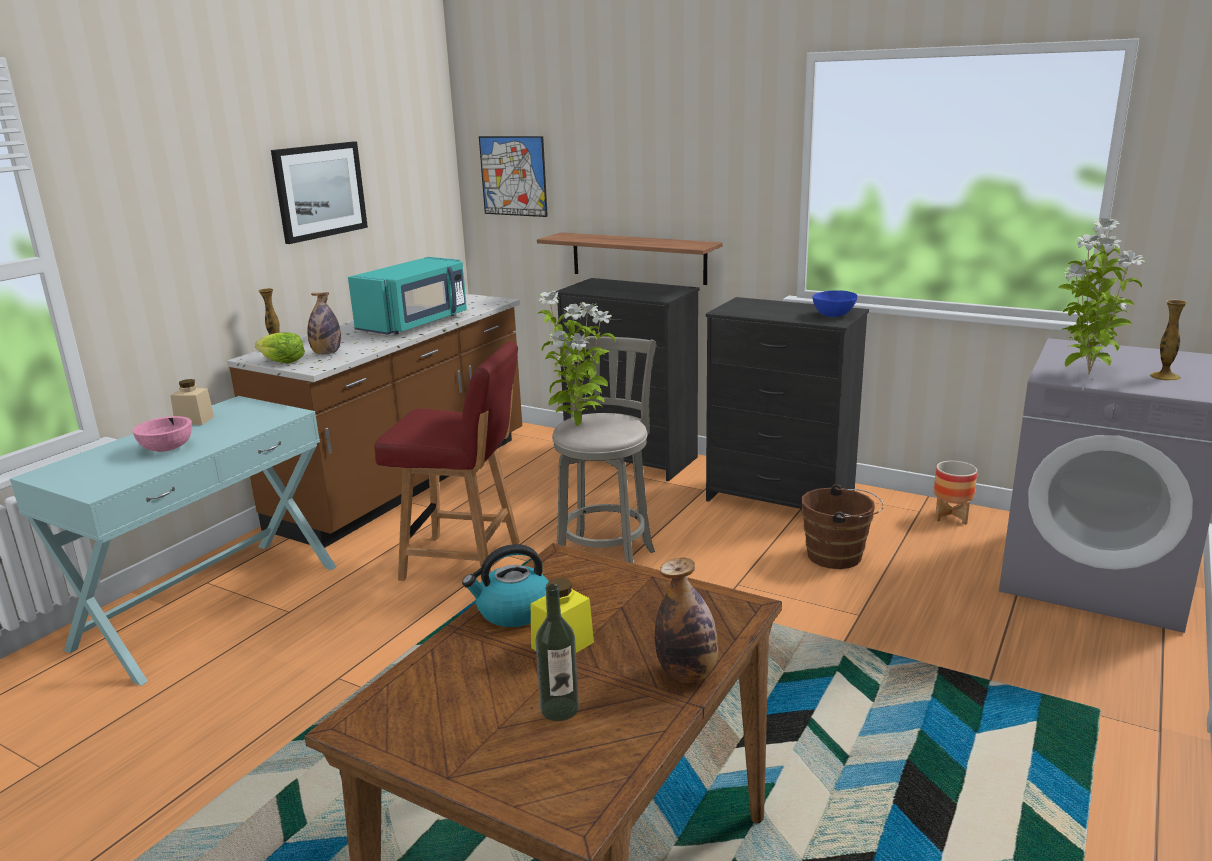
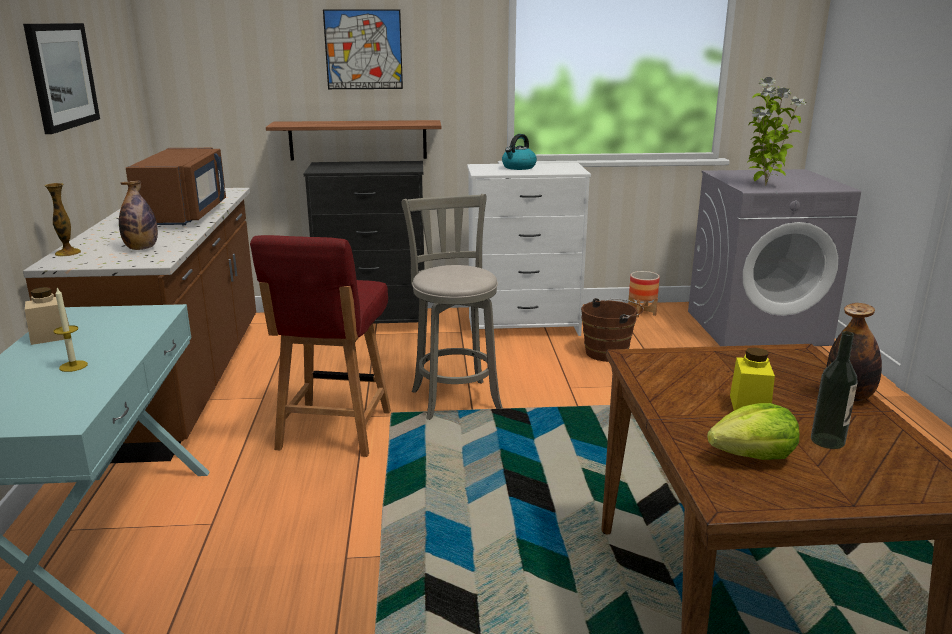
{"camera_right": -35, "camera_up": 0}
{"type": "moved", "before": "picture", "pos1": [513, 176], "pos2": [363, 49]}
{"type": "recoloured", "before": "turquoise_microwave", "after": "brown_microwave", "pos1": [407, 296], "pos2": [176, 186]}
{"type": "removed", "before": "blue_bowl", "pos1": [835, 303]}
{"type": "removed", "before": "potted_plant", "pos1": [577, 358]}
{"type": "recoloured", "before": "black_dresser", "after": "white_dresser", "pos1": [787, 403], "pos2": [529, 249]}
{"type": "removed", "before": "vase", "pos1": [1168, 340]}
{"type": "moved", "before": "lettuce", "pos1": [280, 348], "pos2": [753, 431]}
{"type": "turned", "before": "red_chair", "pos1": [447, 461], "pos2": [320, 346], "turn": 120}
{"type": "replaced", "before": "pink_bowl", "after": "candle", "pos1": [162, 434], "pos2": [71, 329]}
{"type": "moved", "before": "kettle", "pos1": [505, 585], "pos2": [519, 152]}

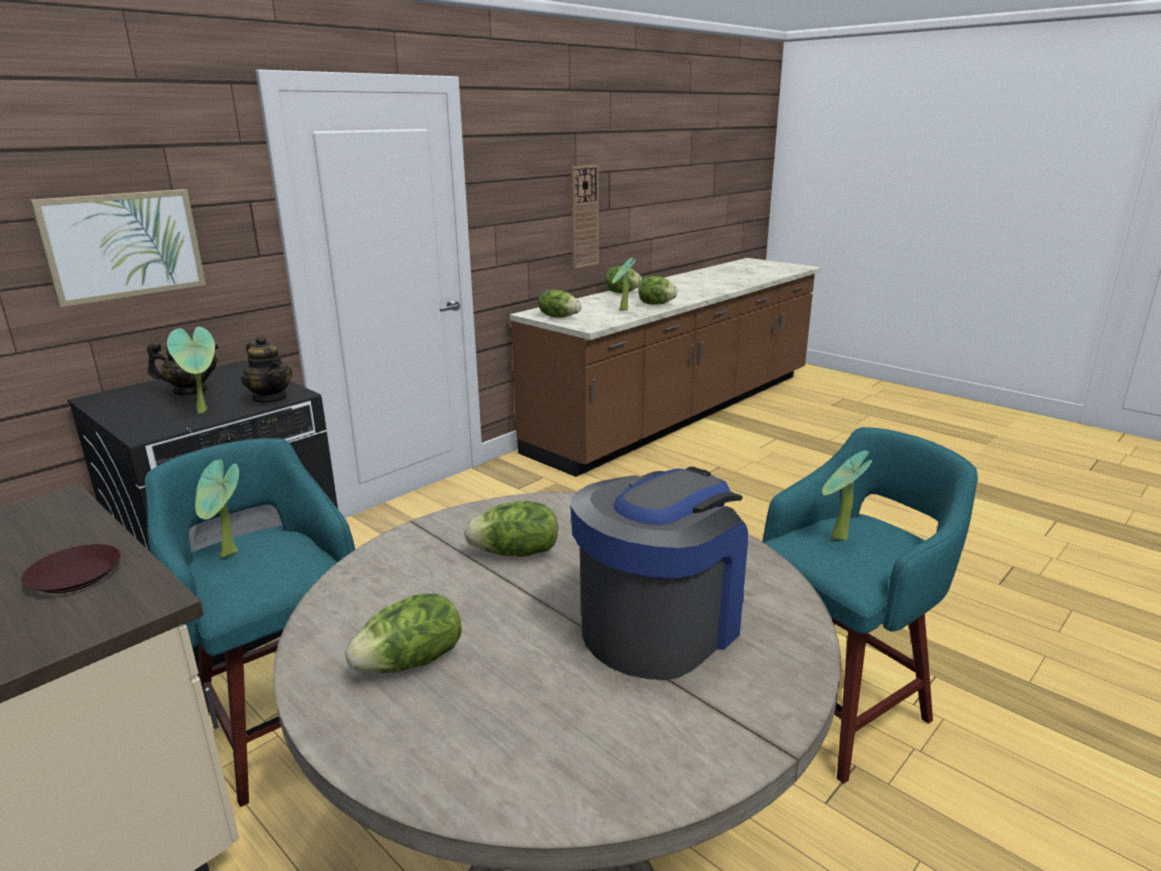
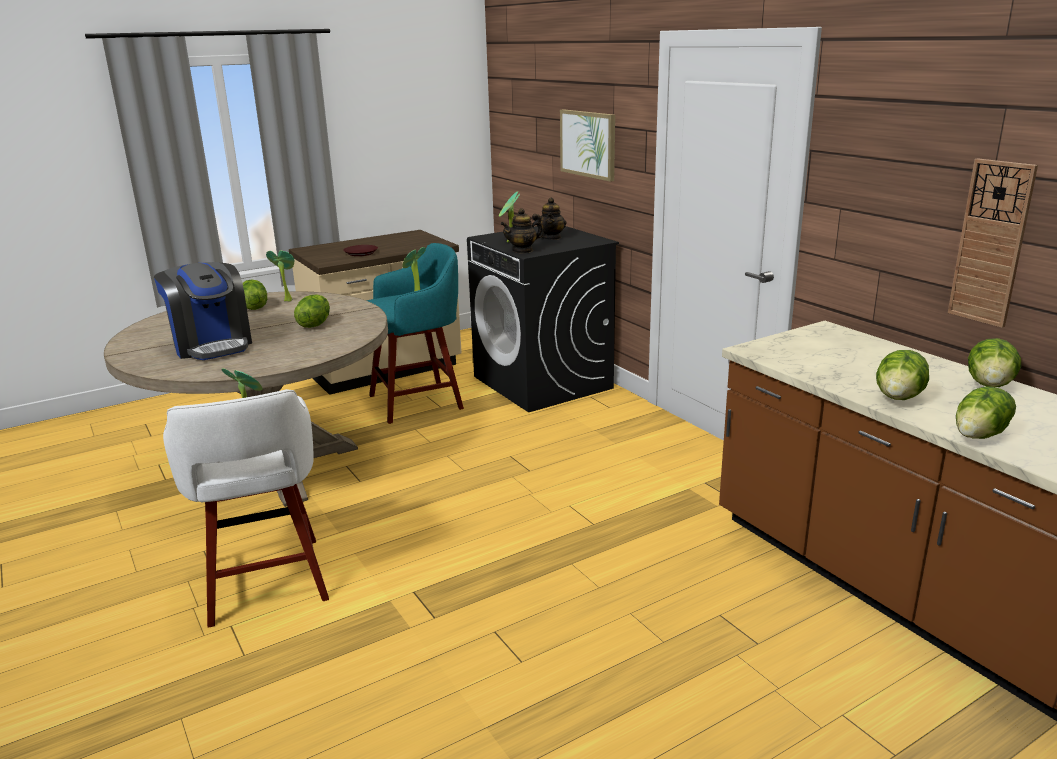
{"camera_right": 105, "camera_up": 0}
{"type": "moved", "before": "potted_plant", "pos1": [624, 283], "pos2": [280, 276]}
{"type": "moved", "before": "lettuce", "pos1": [559, 304], "pos2": [986, 412]}
{"type": "recoloured", "before": "turquoise_stool", "after": "white_stool", "pos1": [870, 605], "pos2": [246, 508]}

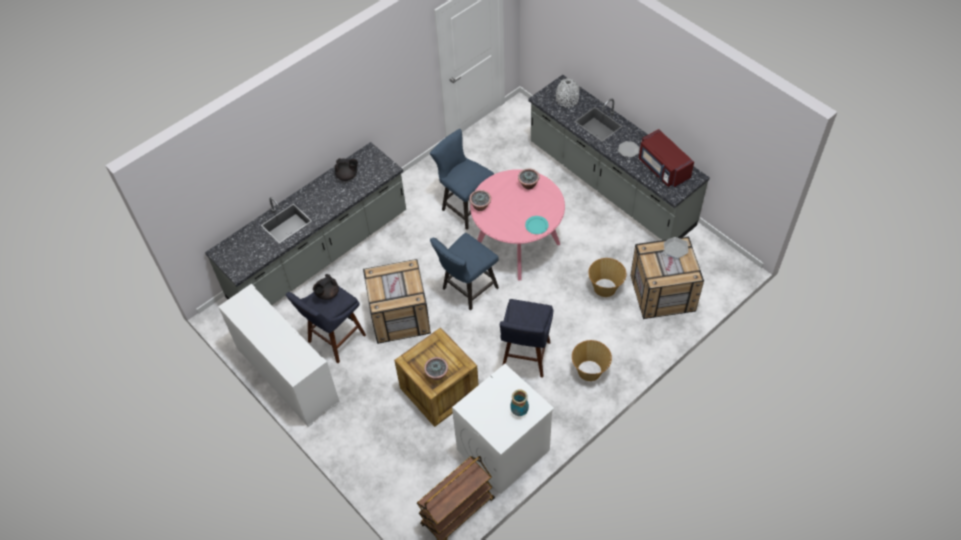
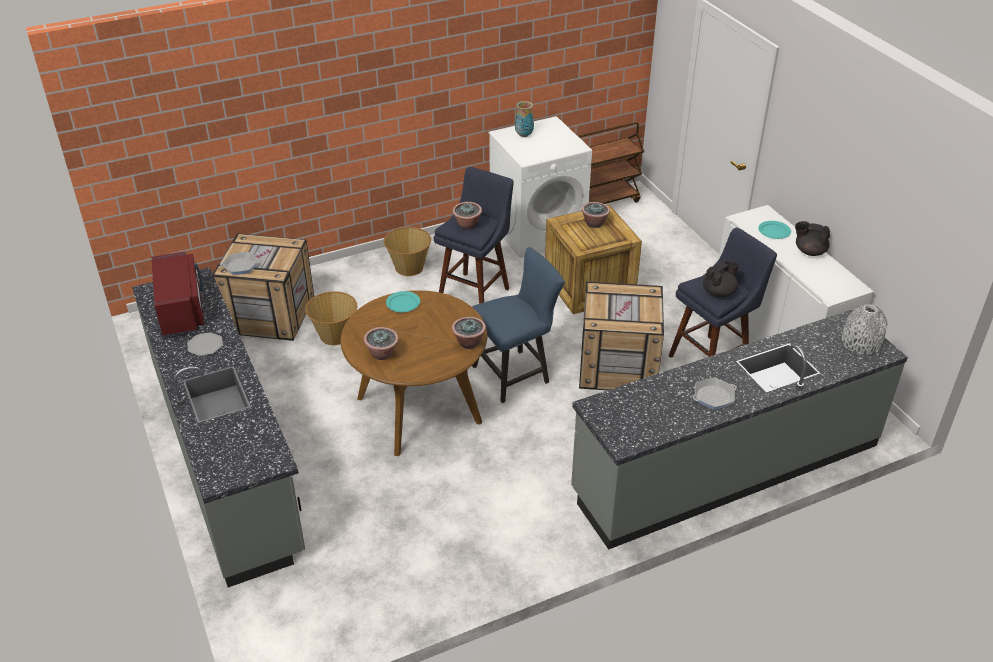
{"camera_right": -165, "camera_up": -15}
{"type": "moved", "before": "grey_vase", "pos1": [568, 93], "pos2": [865, 329]}
{"type": "removed", "before": "blue_chair", "pos1": [462, 179]}
{"type": "moved", "before": "black_teapot", "pos1": [346, 169], "pos2": [812, 238]}
{"type": "recoloured", "before": "pink_dining_table", "after": "brown_dining_table", "pos1": [517, 224], "pos2": [414, 373]}
{"type": "added", "after": "potted_plant", "pos2": [467, 215]}
{"type": "added", "after": "turquoise_plate", "pos2": [774, 230]}
{"type": "added", "after": "frying_pan", "pos2": [715, 393]}

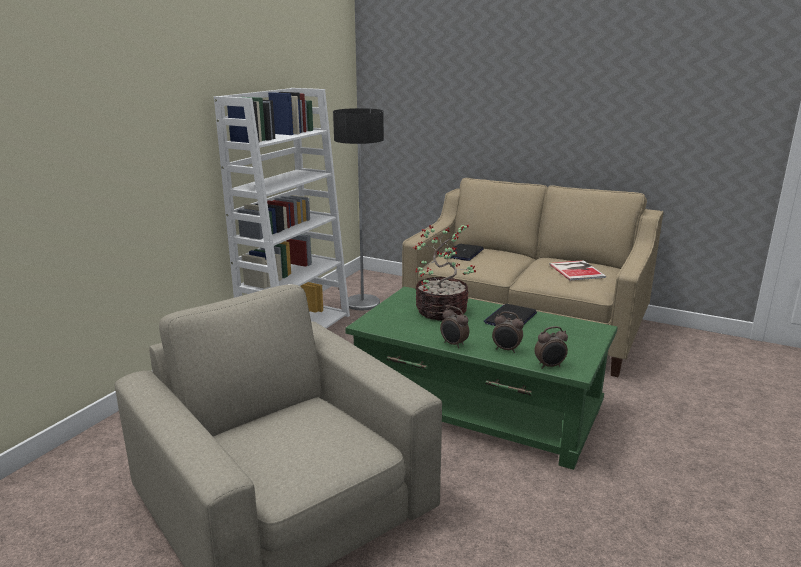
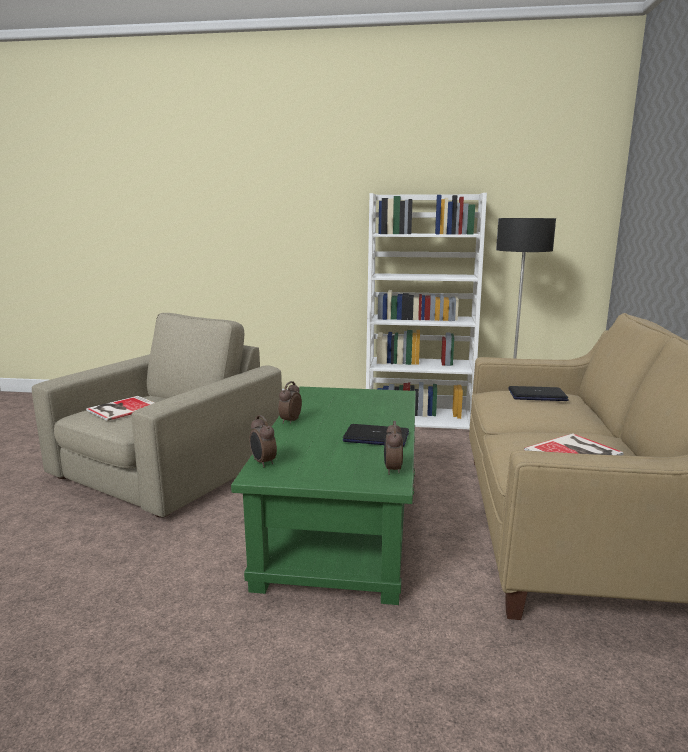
{"camera_right": 70, "camera_up": -5}
{"type": "removed", "before": "potted_plant", "pos1": [444, 273]}
{"type": "moved", "before": "alarm_clock", "pos1": [508, 332], "pos2": [393, 448]}
{"type": "added", "after": "book", "pos2": [120, 408]}

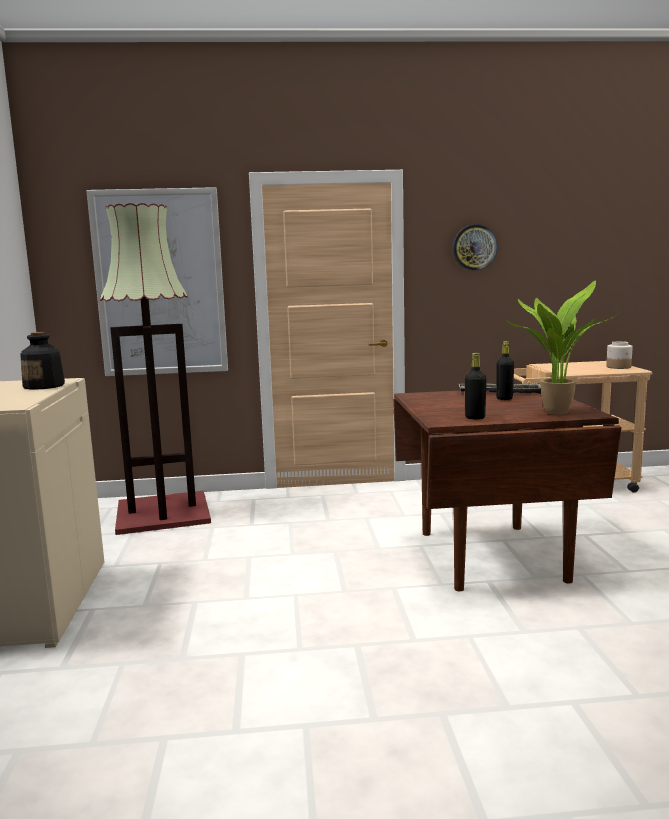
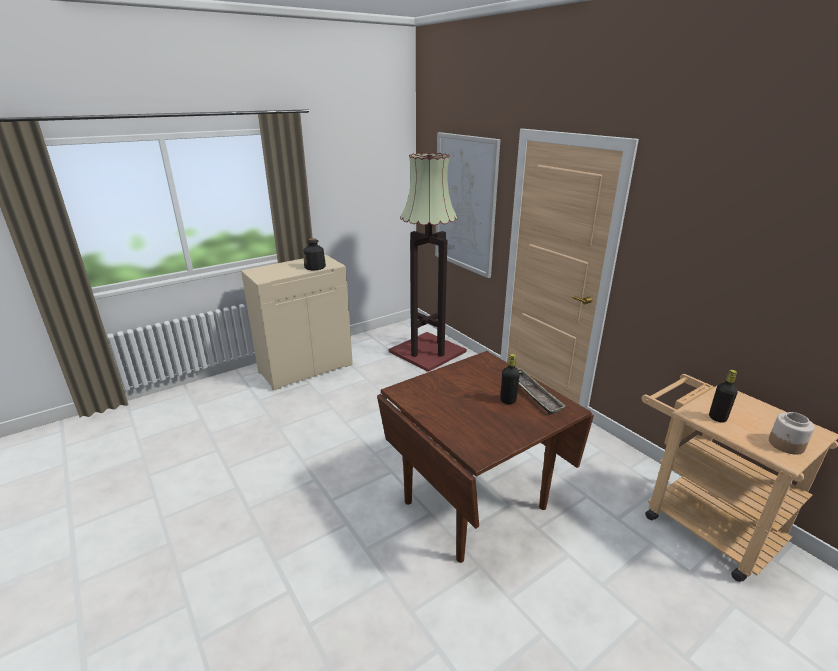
{"camera_right": 60, "camera_up": 15}
{"type": "removed", "before": "wall_clock", "pos1": [475, 247]}
{"type": "removed", "before": "potted_plant", "pos1": [560, 348]}
{"type": "moved", "before": "black_bottle", "pos1": [476, 386], "pos2": [723, 396]}

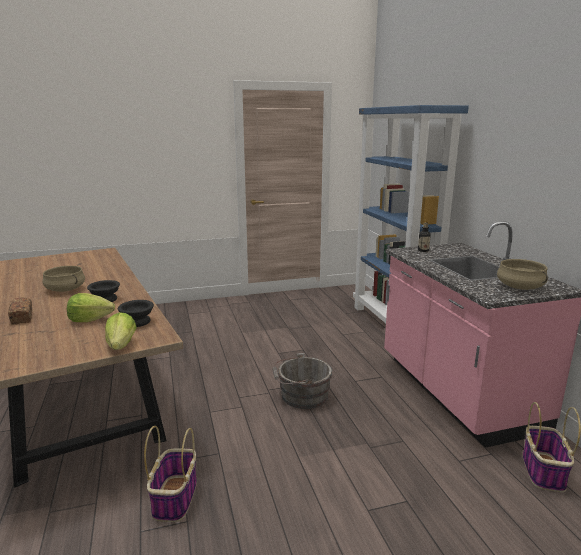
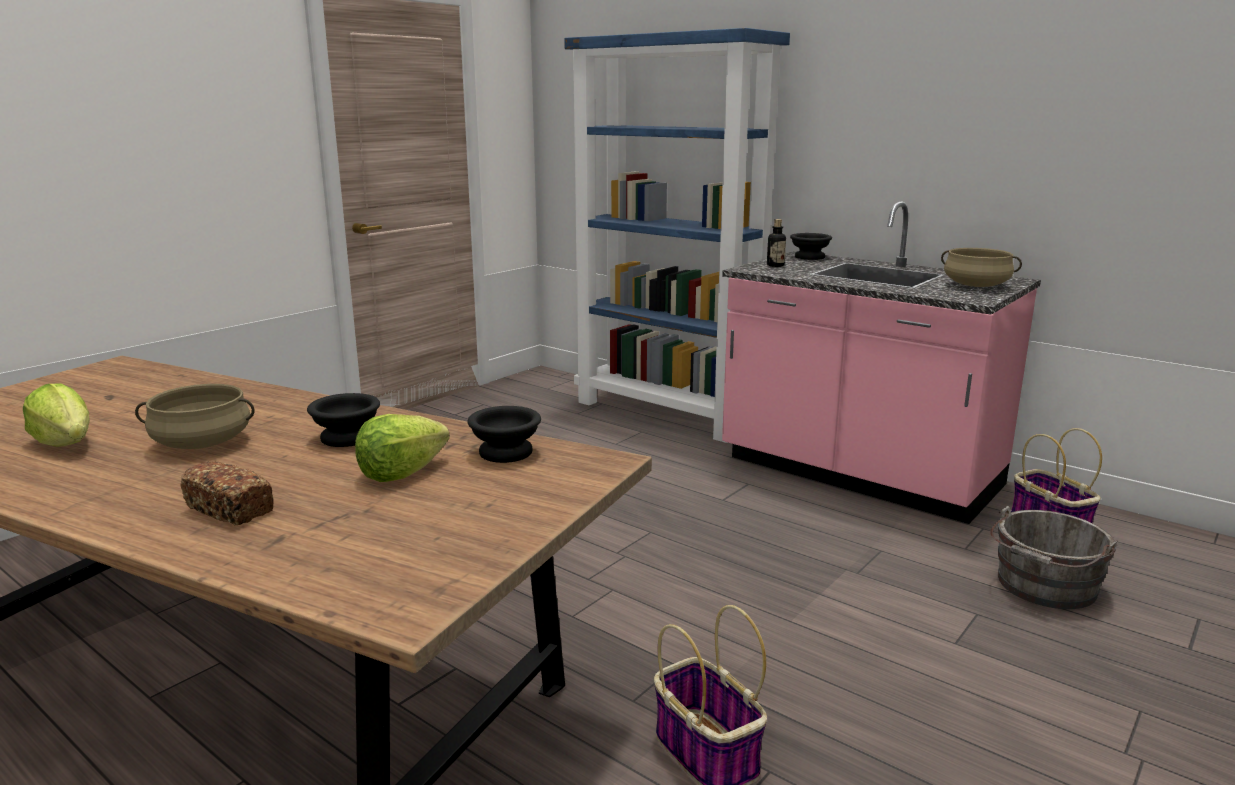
{"camera_right": -35, "camera_up": 0}
{"type": "moved", "before": "lettuce", "pos1": [121, 331], "pos2": [56, 415]}
{"type": "moved", "before": "grey_bucket", "pos1": [302, 381], "pos2": [1053, 557]}
{"type": "added", "after": "black_bowl", "pos2": [811, 246]}

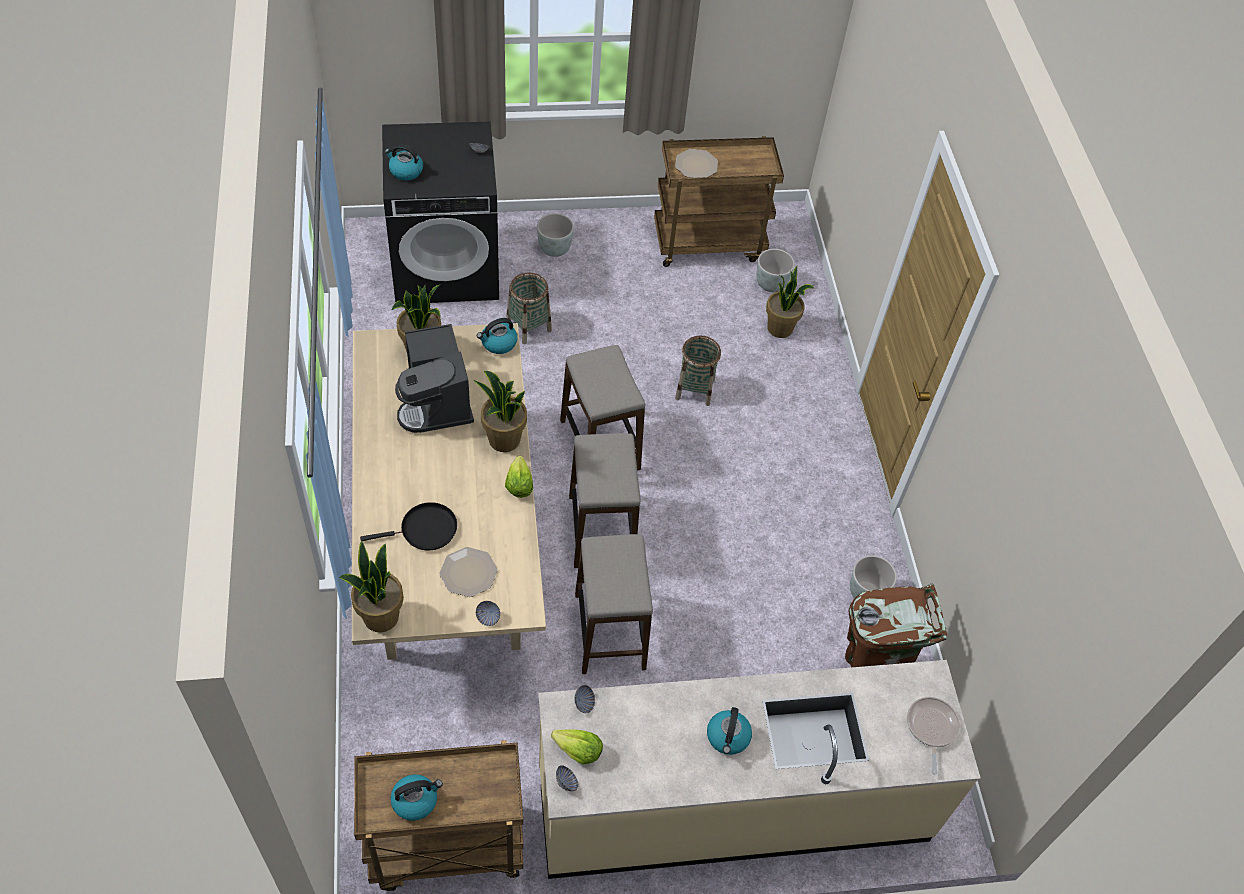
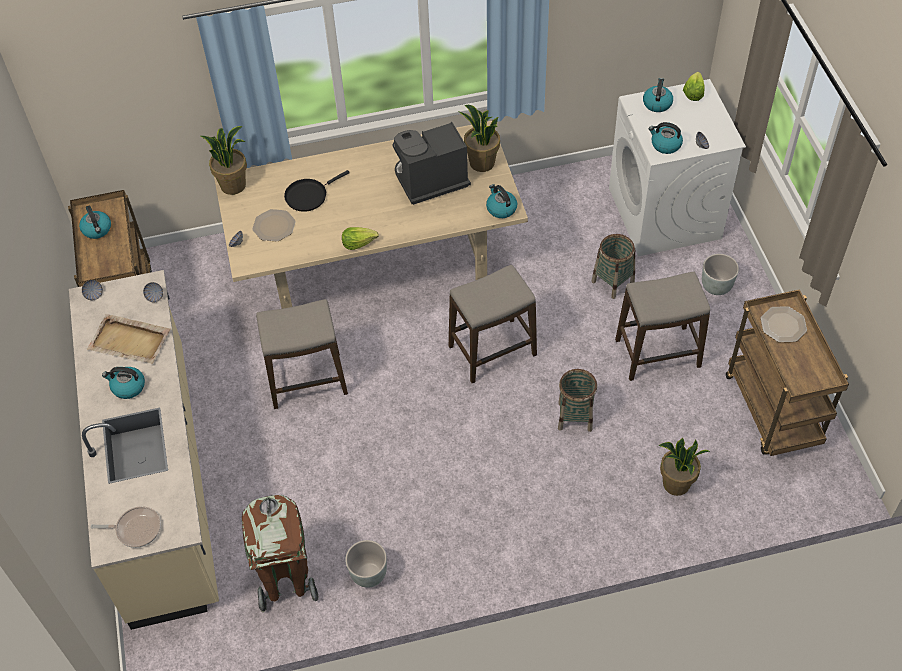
{"camera_right": 90, "camera_up": 0}
{"type": "recoloured", "before": "black_washing_machine", "after": "white_washing_machine", "pos1": [440, 212], "pos2": [677, 167]}
{"type": "removed", "before": "grey_planter", "pos1": [775, 270]}
{"type": "removed", "before": "potted_plant", "pos1": [500, 411]}
{"type": "moved", "before": "stool", "pos1": [605, 500], "pos2": [662, 326]}
{"type": "turned", "before": "black_frying_pan", "pos1": [408, 526], "pos2": [317, 191], "turn": 75}
{"type": "moved", "before": "lettuce", "pos1": [577, 747], "pos2": [694, 86]}
{"type": "added", "after": "kettle", "pos2": [666, 138]}
{"type": "added", "after": "beige_tray", "pos2": [129, 339]}

